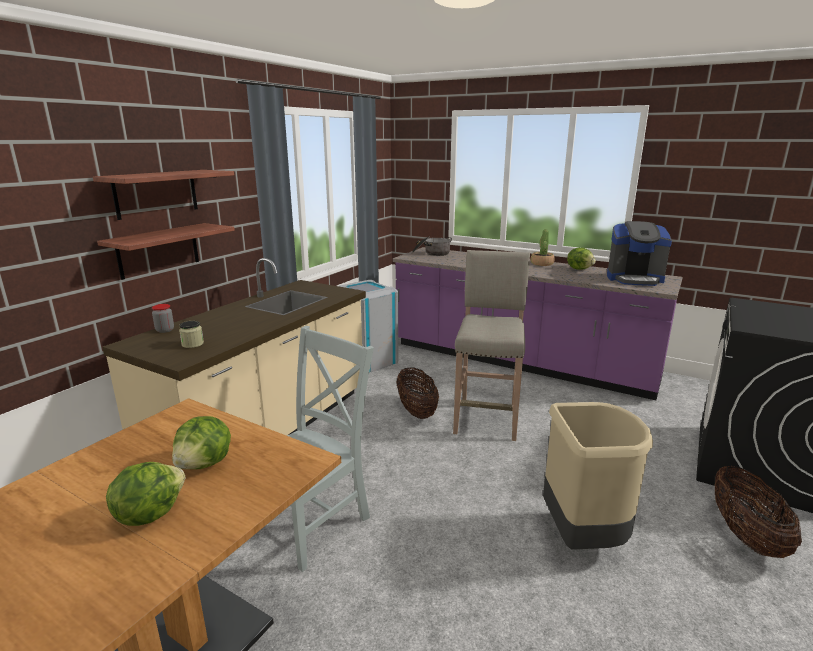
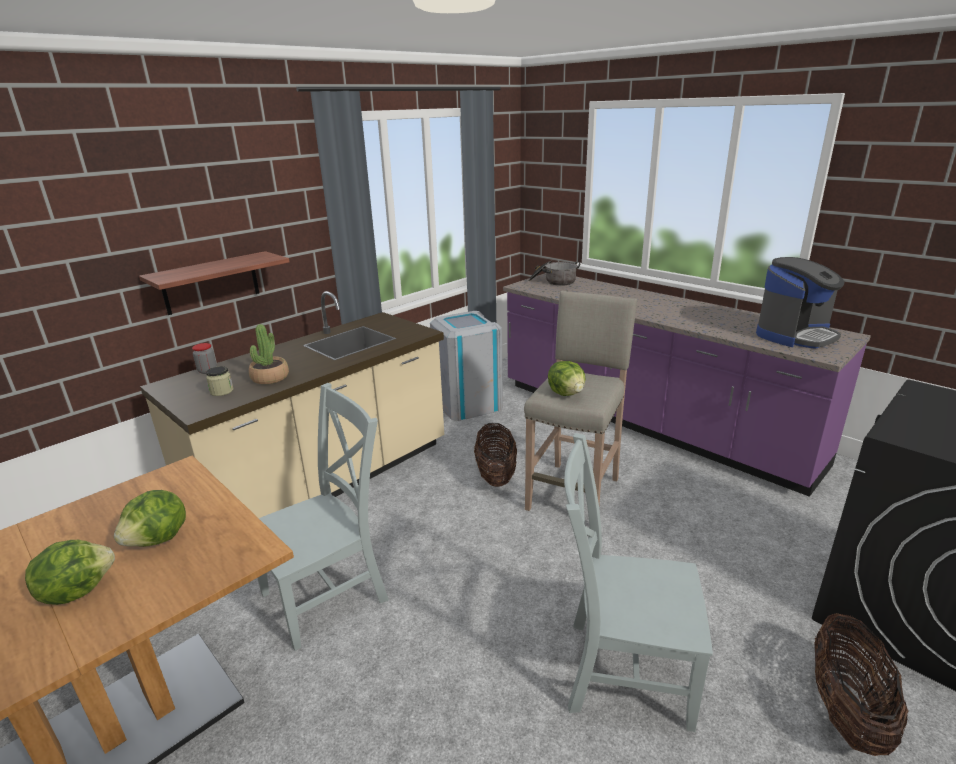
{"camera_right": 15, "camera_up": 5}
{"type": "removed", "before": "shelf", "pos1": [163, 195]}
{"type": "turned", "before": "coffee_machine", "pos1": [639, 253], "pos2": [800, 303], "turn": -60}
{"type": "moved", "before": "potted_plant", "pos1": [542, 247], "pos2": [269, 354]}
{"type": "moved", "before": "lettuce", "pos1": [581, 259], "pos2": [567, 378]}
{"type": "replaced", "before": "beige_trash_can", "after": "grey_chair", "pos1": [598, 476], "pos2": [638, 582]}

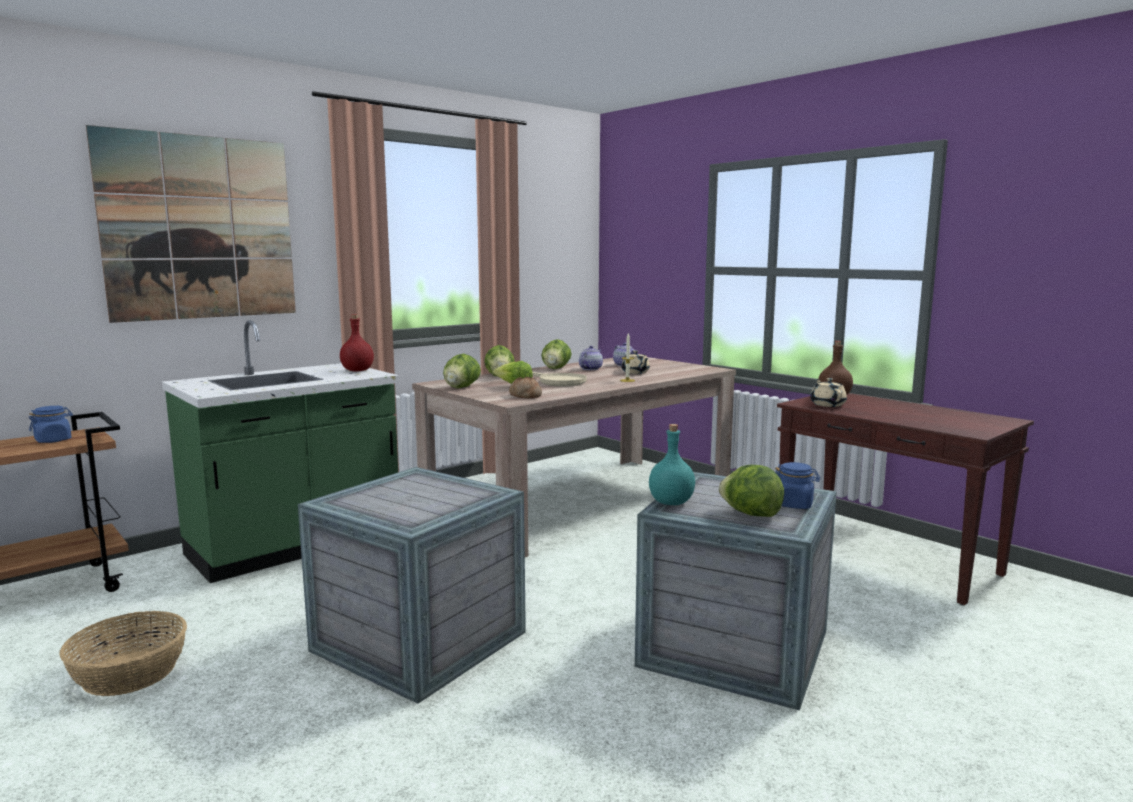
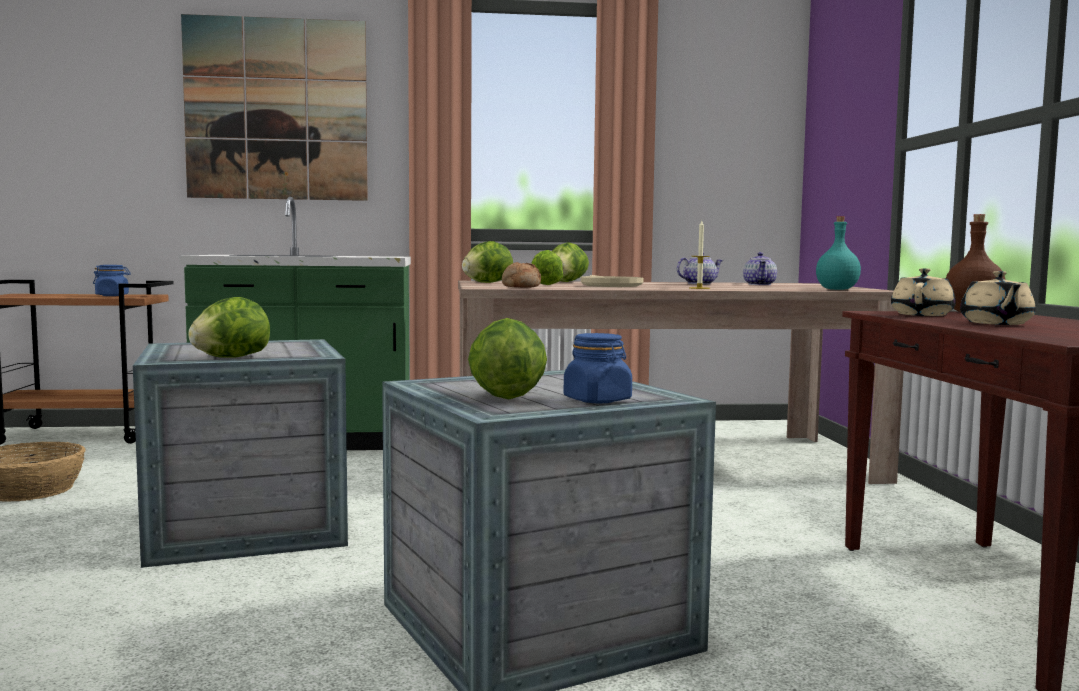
{"camera_right": 35, "camera_up": -5}
{"type": "removed", "before": "red_bottle", "pos1": [357, 343]}
{"type": "moved", "before": "lettuce", "pos1": [556, 354], "pos2": [229, 327]}
{"type": "moved", "before": "beige_teapot", "pos1": [635, 362], "pos2": [998, 298]}
{"type": "moved", "before": "turquoise_bottle", "pos1": [672, 464], "pos2": [838, 253]}

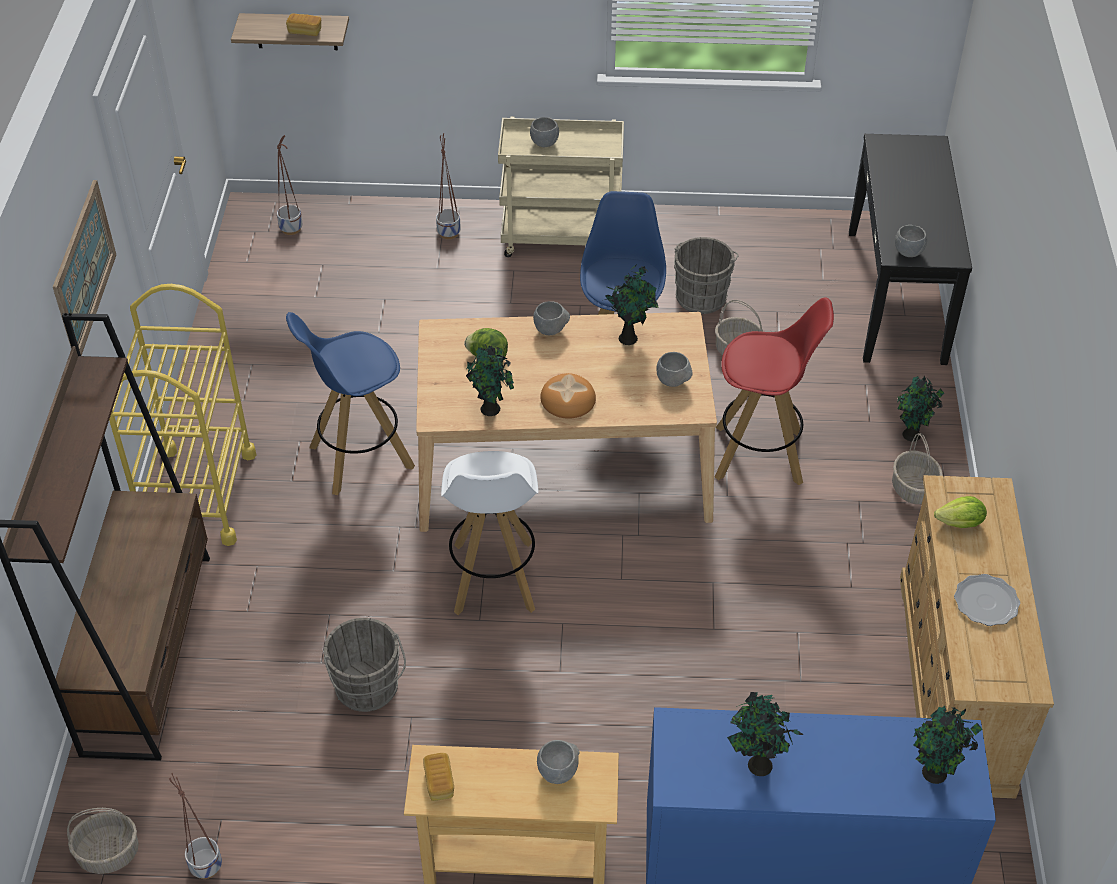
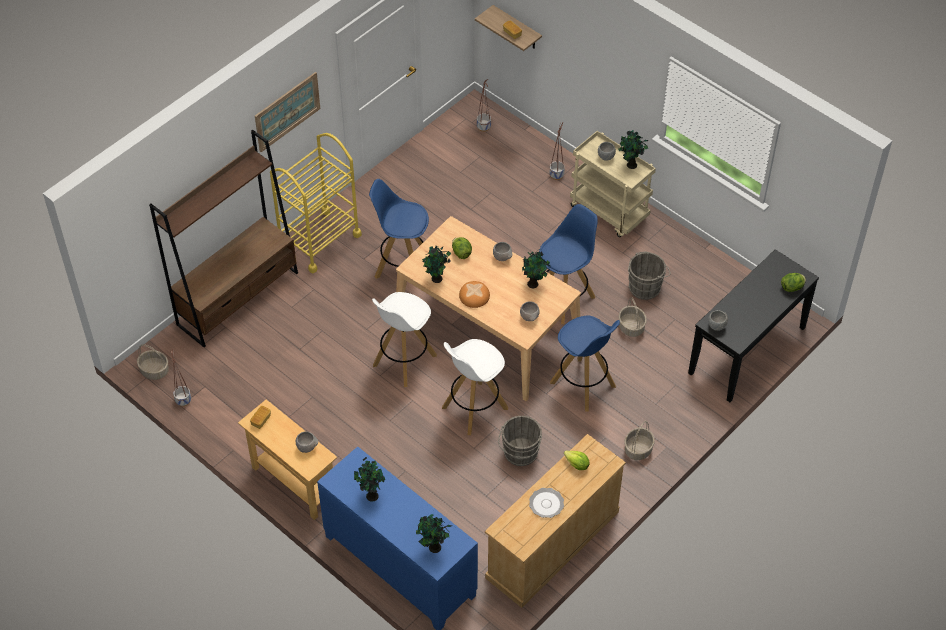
{"camera_right": 40, "camera_up": 5}
{"type": "recoloured", "before": "red_stool", "after": "blue_stool", "pos1": [774, 391], "pos2": [585, 364]}
{"type": "moved", "before": "potted_plant", "pos1": [920, 409], "pos2": [633, 149]}
{"type": "moved", "before": "grey_bucket", "pos1": [364, 665], "pos2": [520, 441]}
{"type": "added", "after": "lettuce", "pos2": [793, 282]}
{"type": "added", "after": "white_stool", "pos2": [475, 387]}

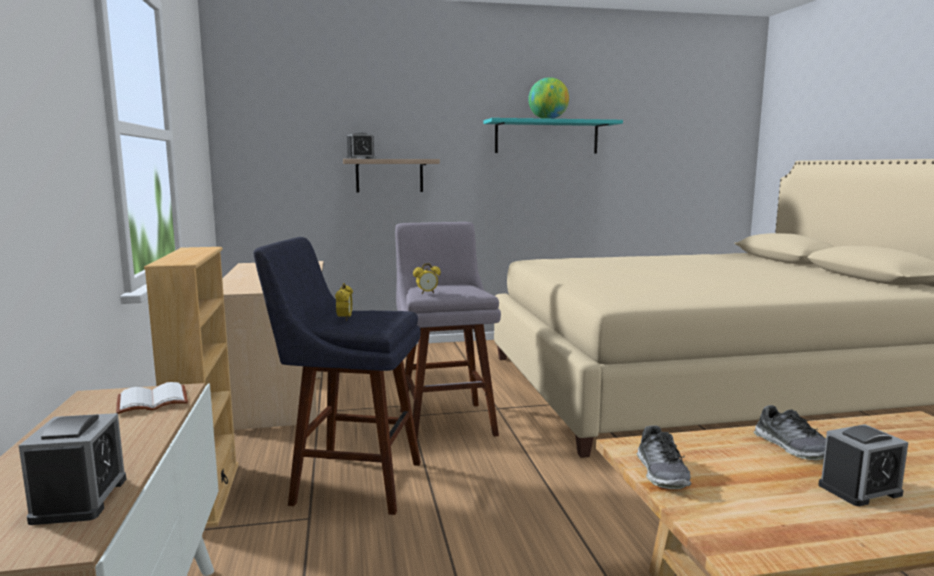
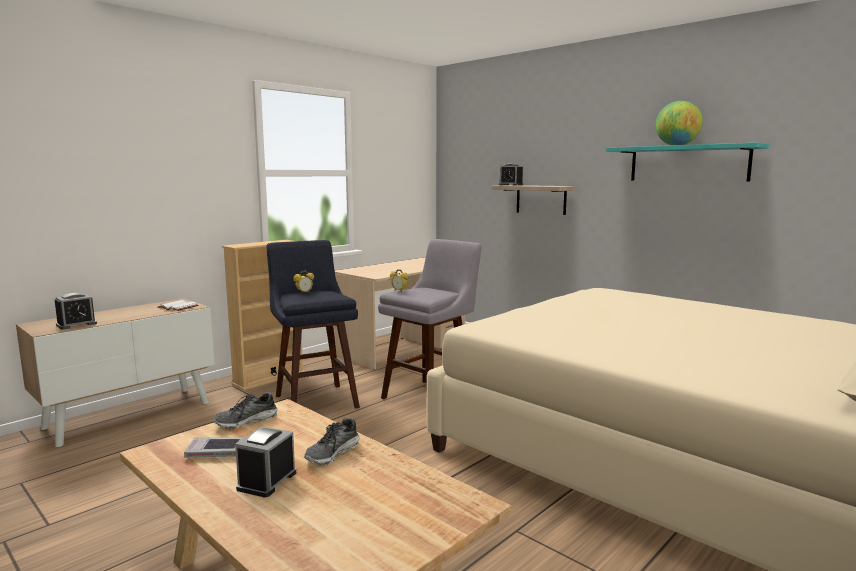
{"camera_right": 55, "camera_up": 0}
{"type": "turned", "before": "alarm_clock", "pos1": [863, 465], "pos2": [265, 461], "turn": 75}
{"type": "added", "after": "book", "pos2": [213, 447]}

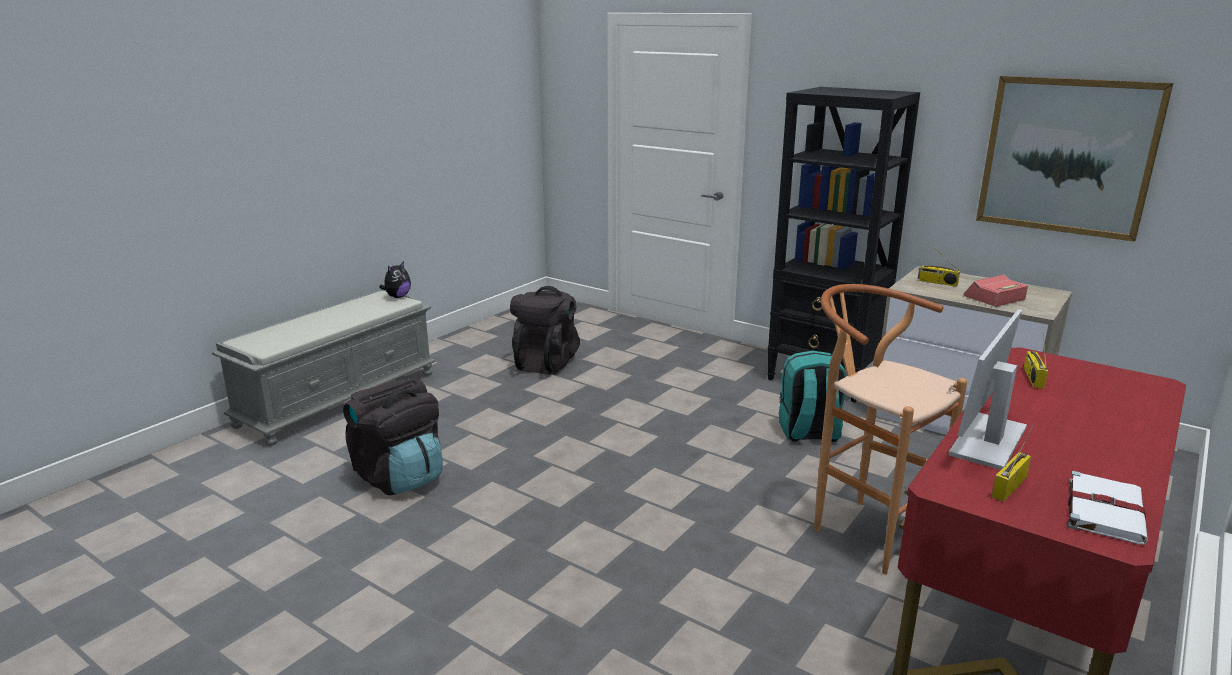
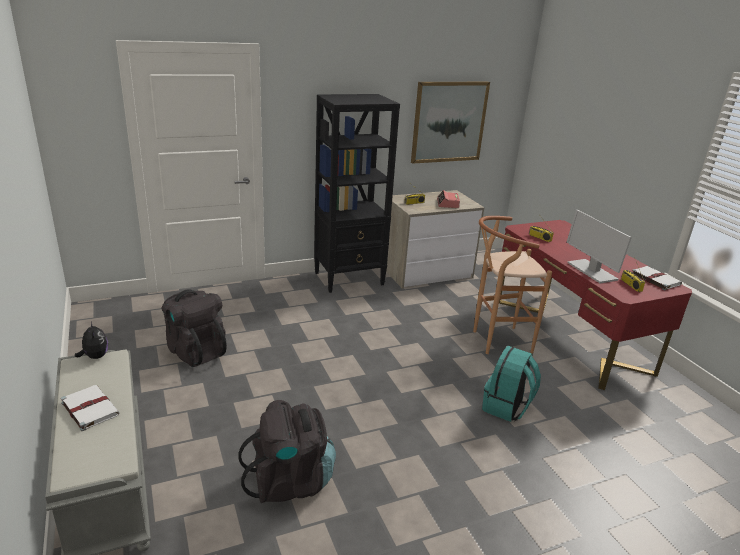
{"camera_right": -60, "camera_up": 5}
{"type": "moved", "before": "turquoise_backpack", "pos1": [813, 396], "pos2": [511, 384]}
{"type": "added", "after": "white_book", "pos2": [90, 408]}

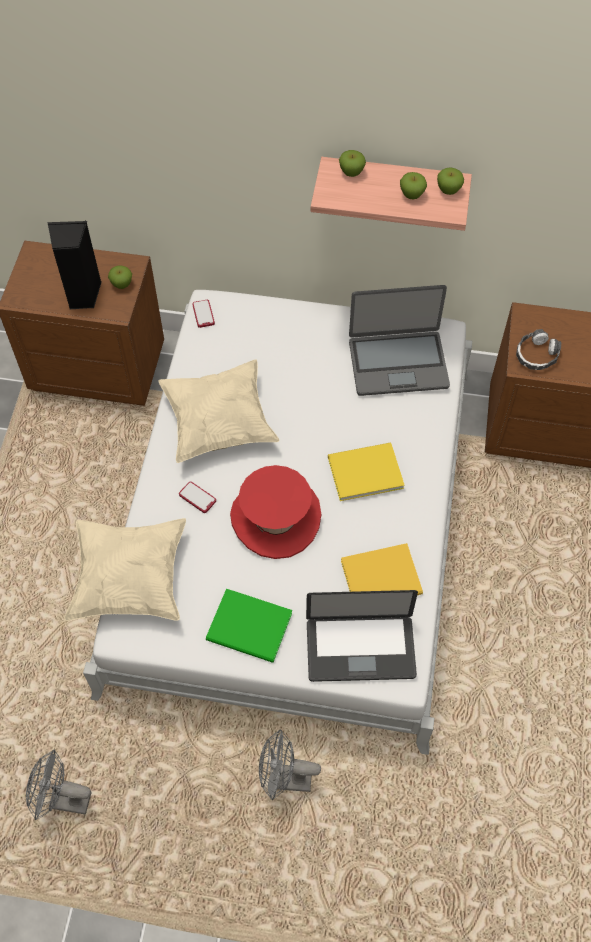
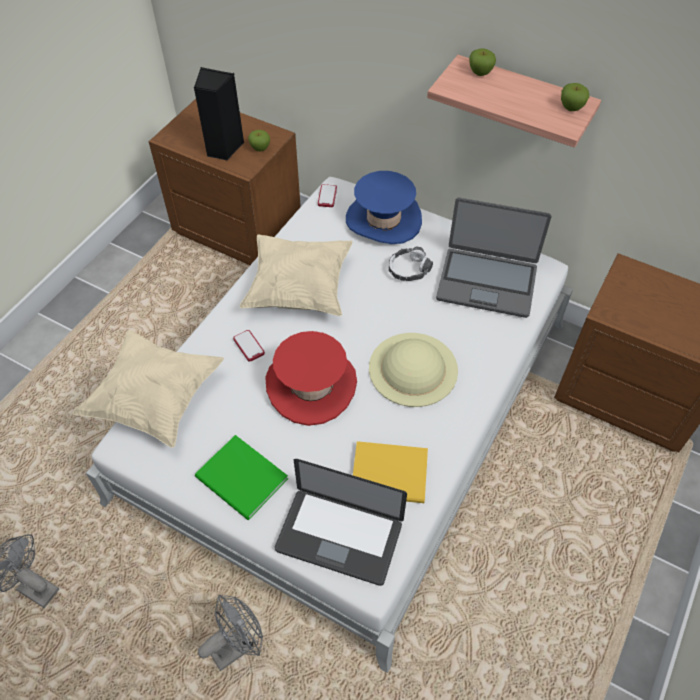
{"camera_right": 20, "camera_up": -5}
{"type": "removed", "before": "apple", "pos1": [413, 185]}
{"type": "moved", "before": "headphones", "pos1": [538, 349], "pos2": [411, 263]}
{"type": "replaced", "before": "yellow_book", "after": "beige_hat", "pos1": [366, 472], "pos2": [413, 370]}
{"type": "turned", "before": "grey_fan", "pos1": [290, 764], "pos2": [230, 633], "turn": 120}
{"type": "added", "after": "blue_hat", "pos2": [384, 207]}

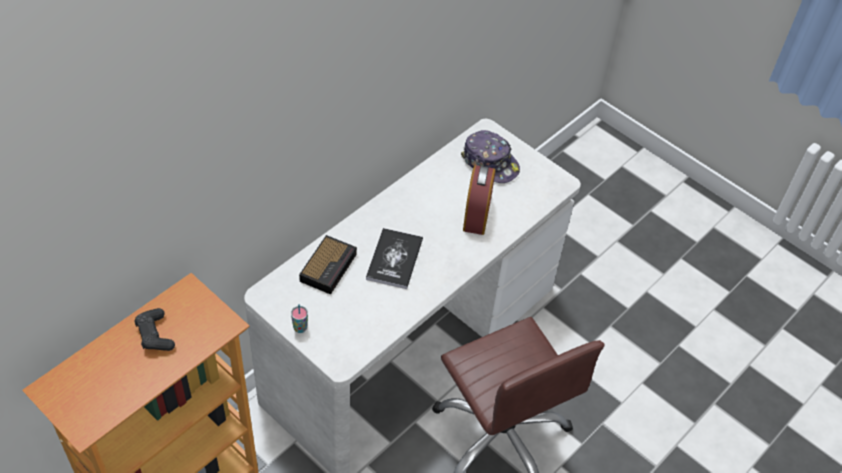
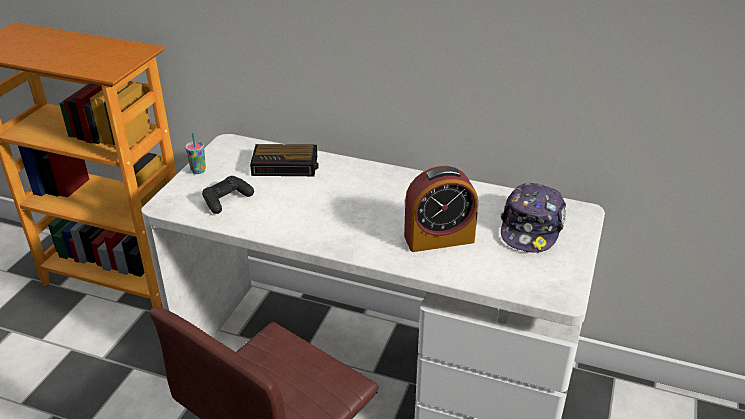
{"camera_right": 70, "camera_up": -15}
{"type": "removed", "before": "book", "pos1": [394, 258]}
{"type": "moved", "before": "black_game_controller", "pos1": [154, 329], "pos2": [228, 195]}

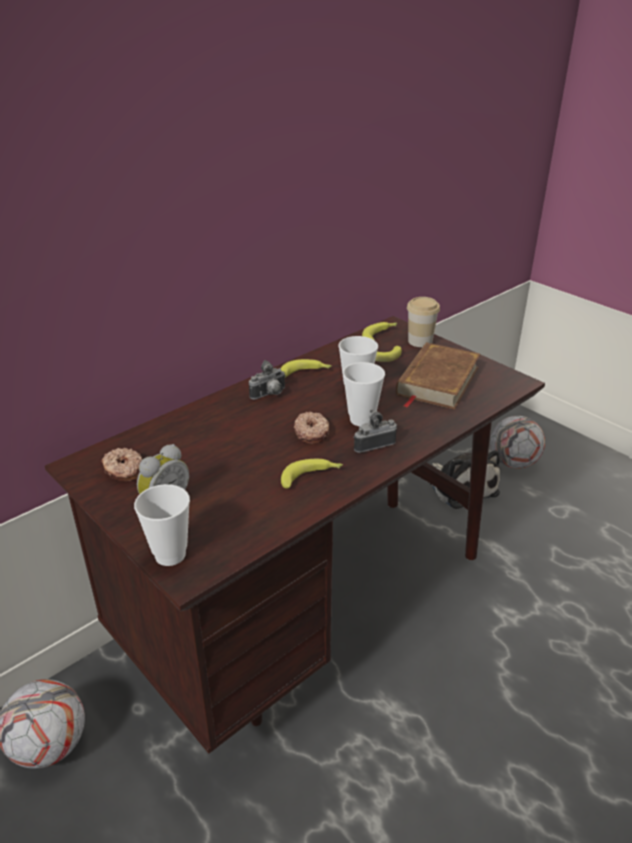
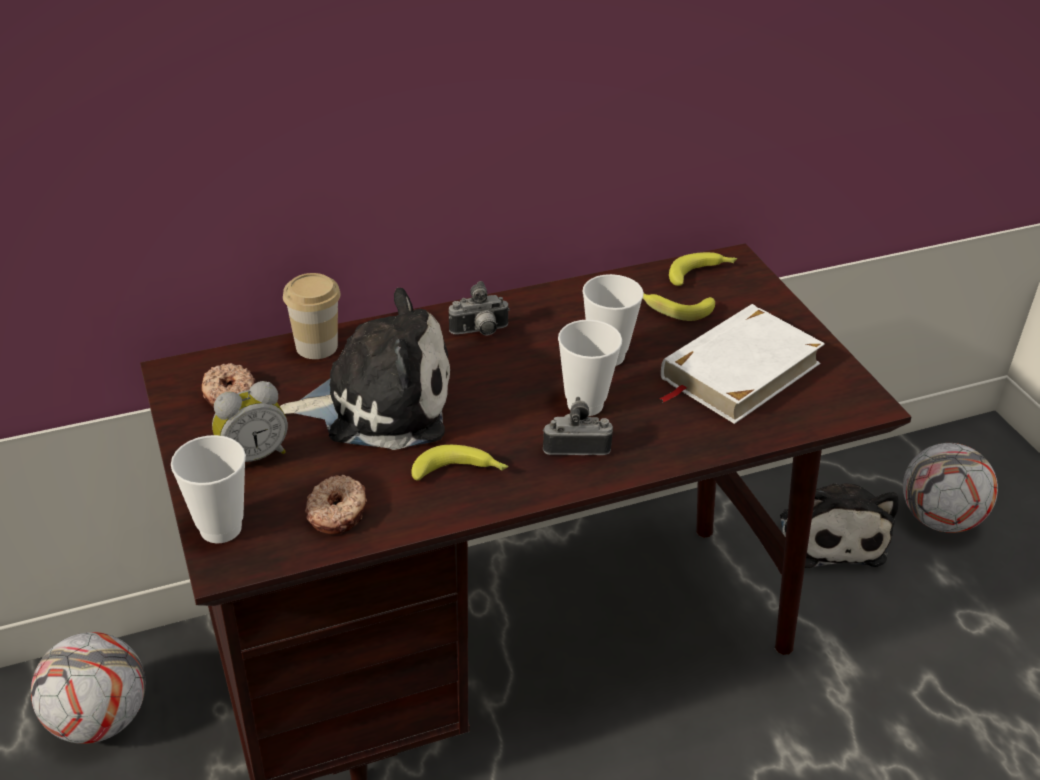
{"camera_right": 20, "camera_up": 5}
{"type": "moved", "before": "cup", "pos1": [423, 322], "pos2": [312, 316]}
{"type": "recoloured", "before": "brown_book", "after": "white_book", "pos1": [438, 375], "pos2": [742, 364]}
{"type": "removed", "before": "banana", "pos1": [306, 368]}
{"type": "moved", "before": "donut", "pos1": [312, 428], "pos2": [336, 504]}
{"type": "added", "after": "plush_toy", "pos2": [365, 369]}

